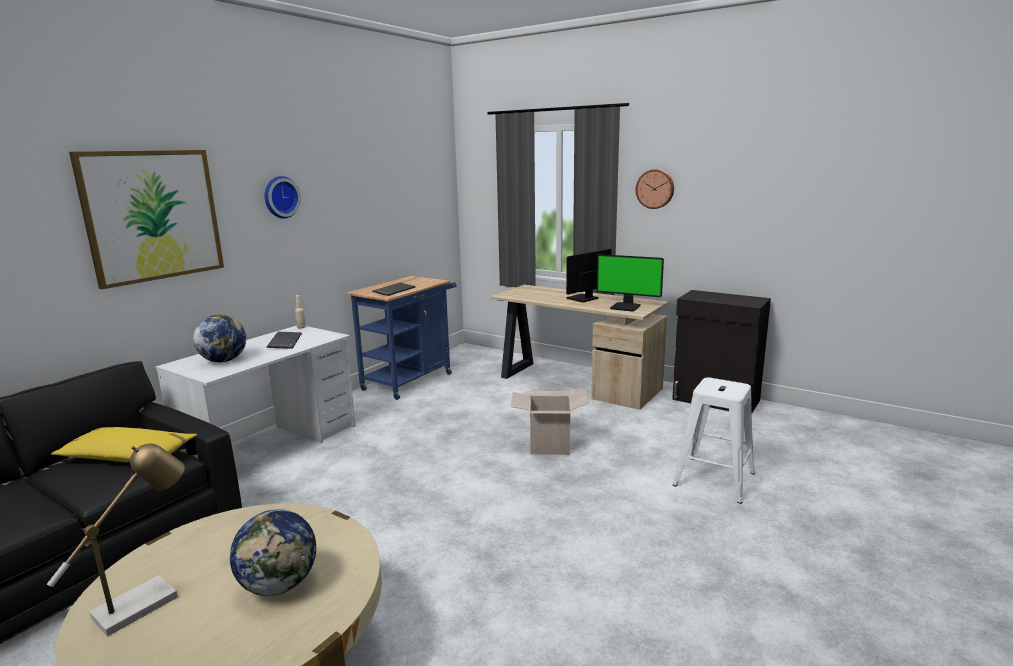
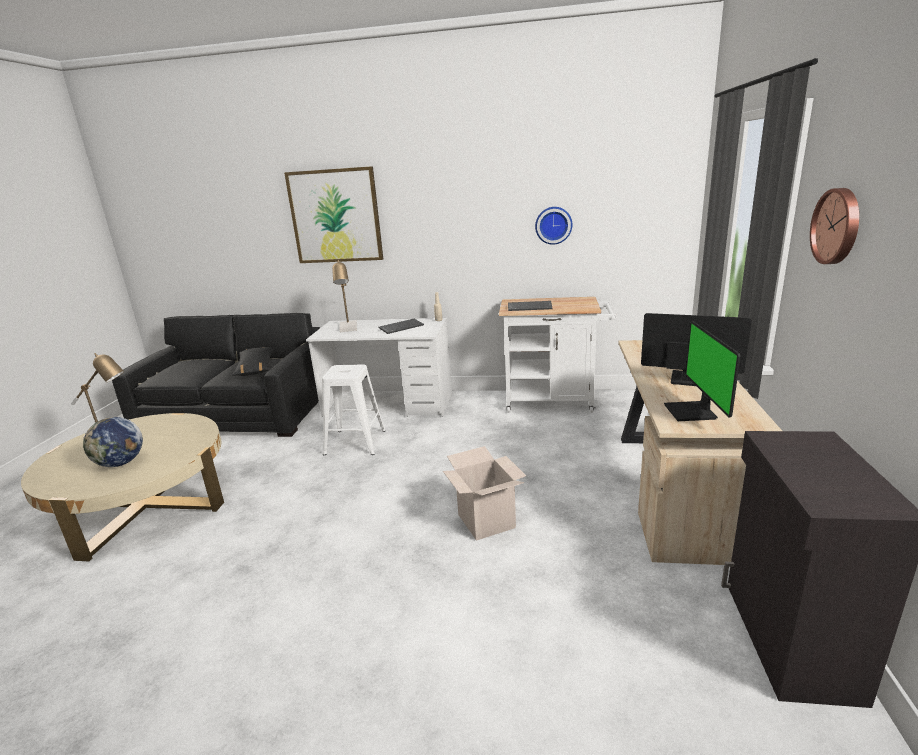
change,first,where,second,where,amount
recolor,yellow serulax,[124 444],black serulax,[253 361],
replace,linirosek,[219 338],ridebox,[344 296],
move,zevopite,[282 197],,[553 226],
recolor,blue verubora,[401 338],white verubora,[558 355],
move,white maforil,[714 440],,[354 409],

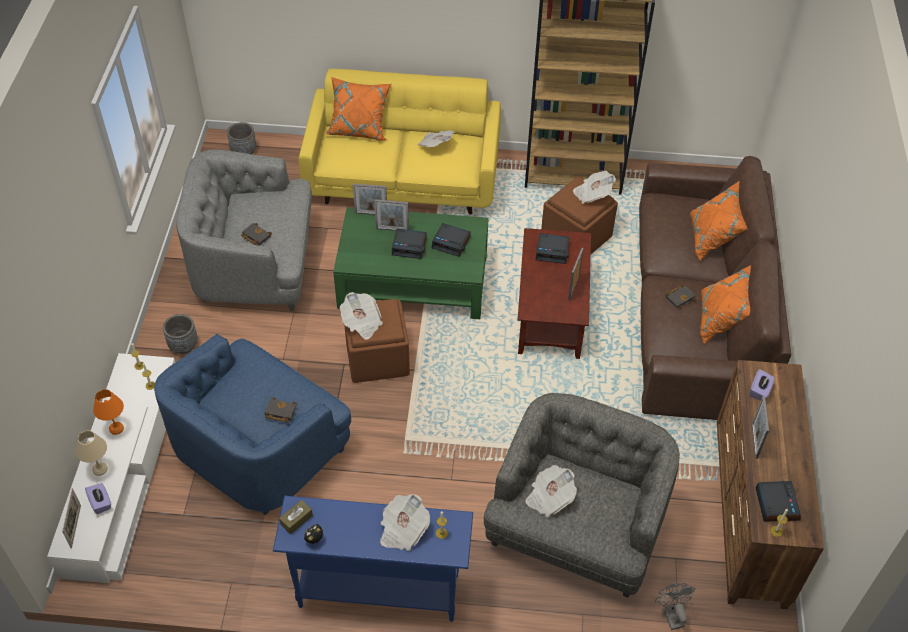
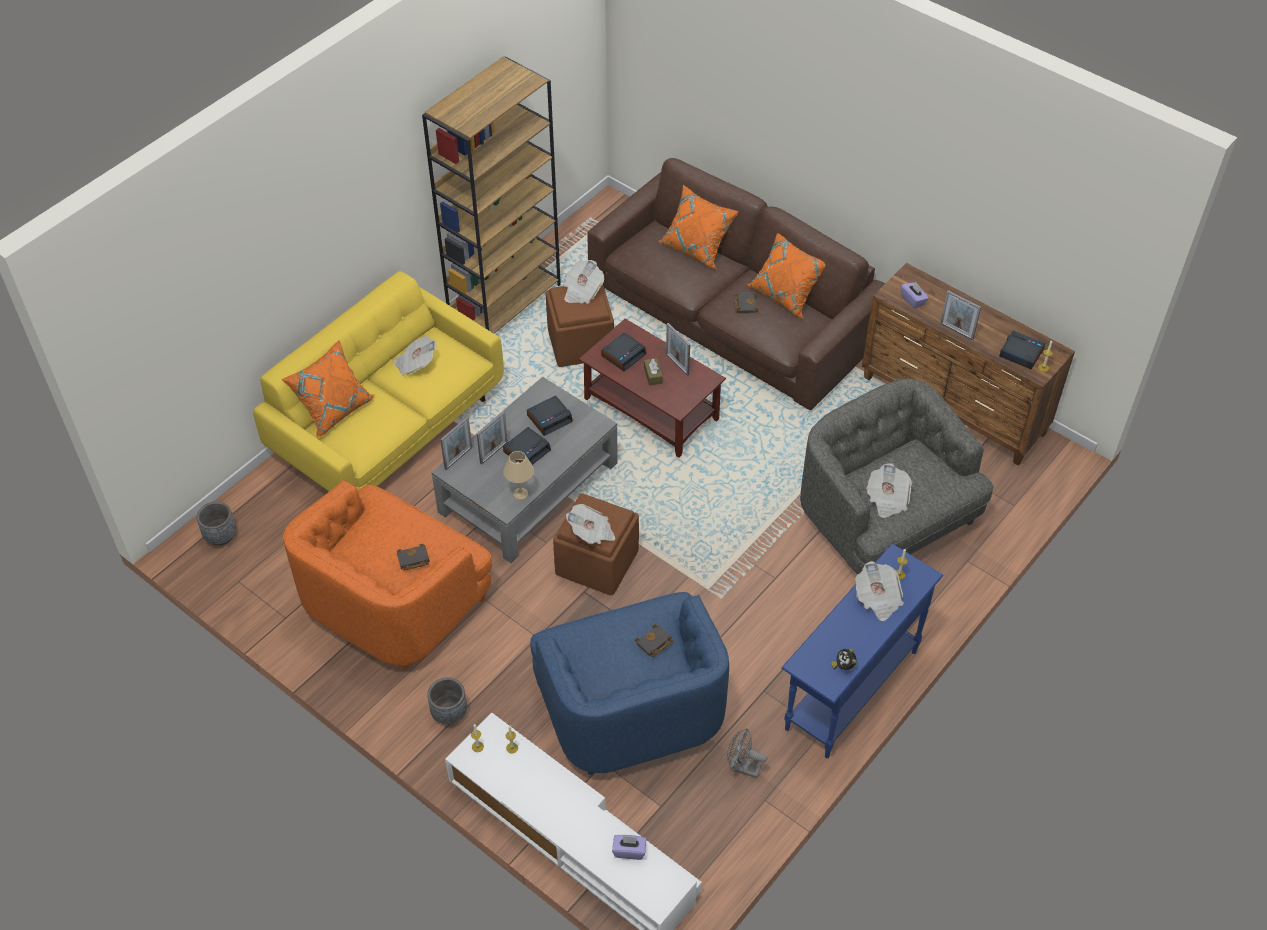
change,first,where,second,where,amount
delete,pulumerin,[71 518],,,
move,beige ridebox,[92 453],,[518 476],
delete,orange ridebox,[108 412],,,
recolor,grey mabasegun,[244 230],orange mabasegun,[387 575],
move,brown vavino,[296 517],,[653 372],
recolor,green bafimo,[411 263],grey bafimo,[525 470],
move,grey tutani,[675 606],,[747 753],

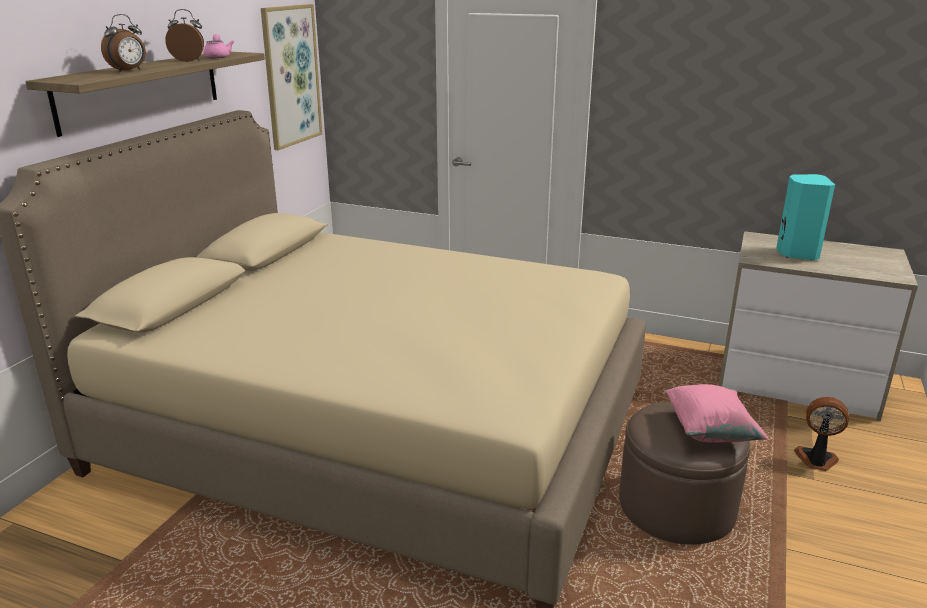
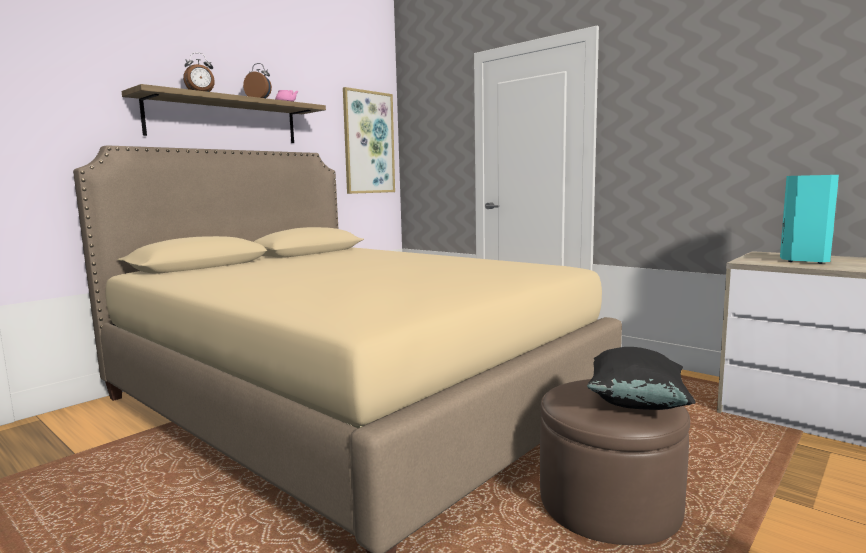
change,first,where,second,where,amount
recolor,pink serulax,[716 413],black serulax,[641 378],
delete,tutani,[821 434],,,

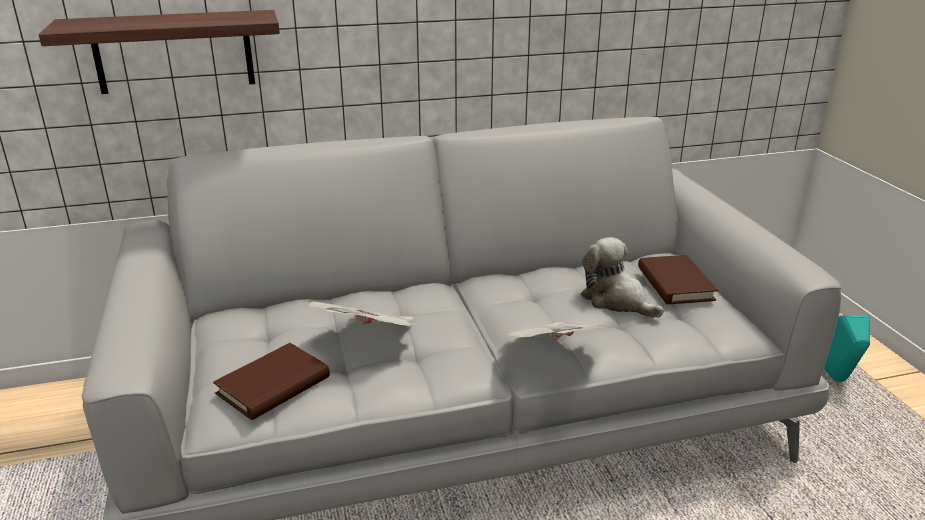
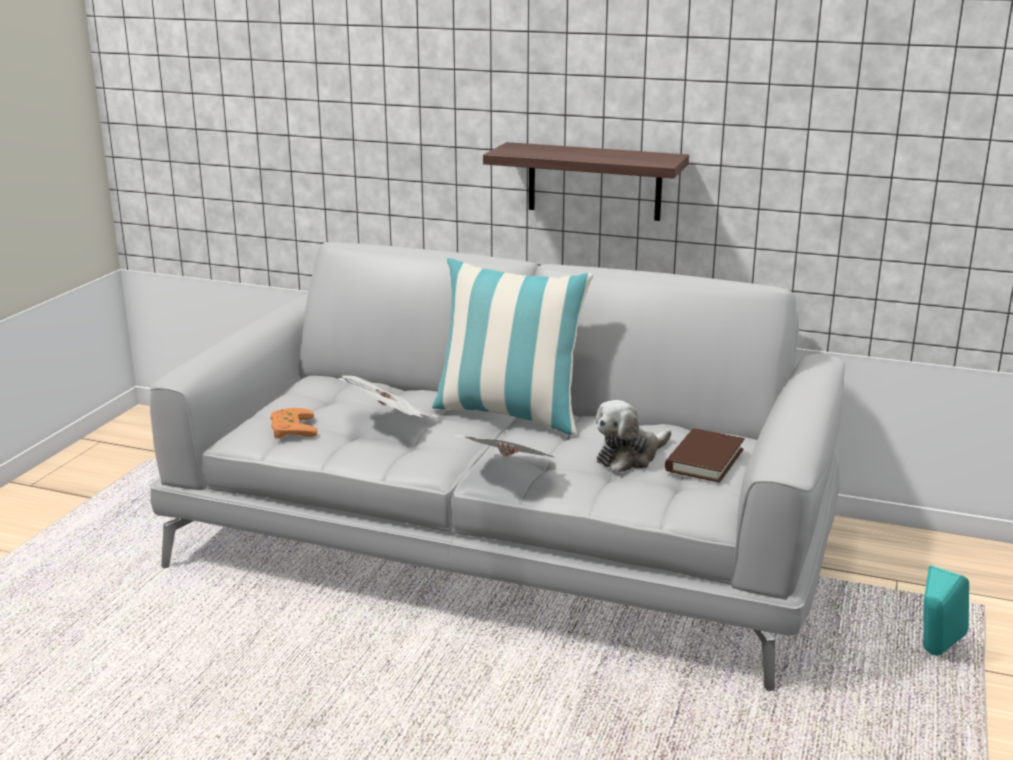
change,first,where,second,where,amount
move,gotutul,[159 52],,[586 181],
replace,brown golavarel,[271 381],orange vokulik,[293 423],
rotate,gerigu,[622 277],,[633 436],120 degrees counterclockwise
insert,,,serulax,[512 346],

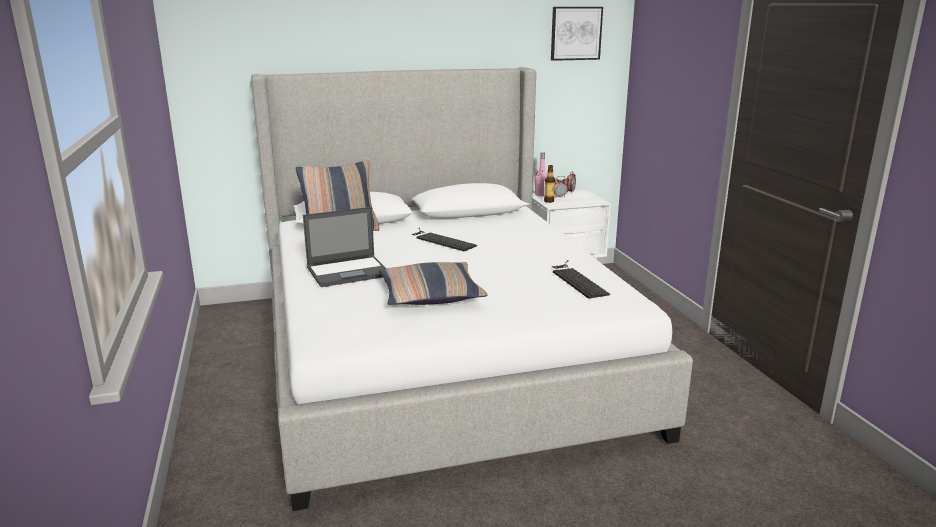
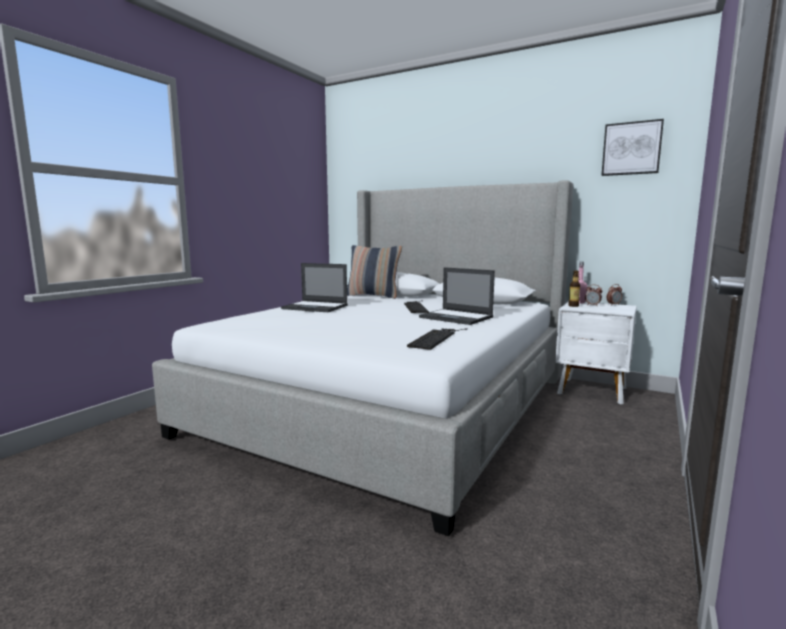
change,first,where,second,where,amount
delete,serulax,[433 283],,,
insert,,,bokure,[457 296],

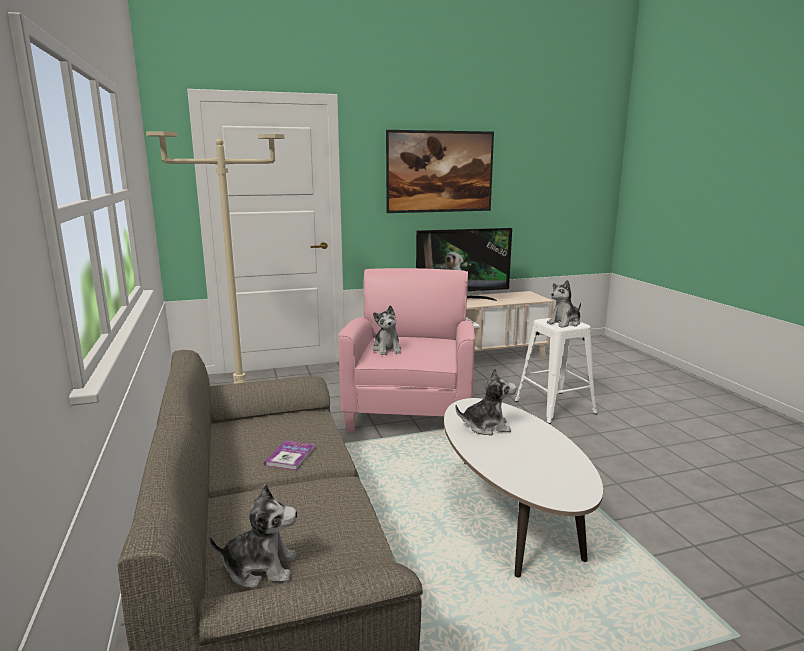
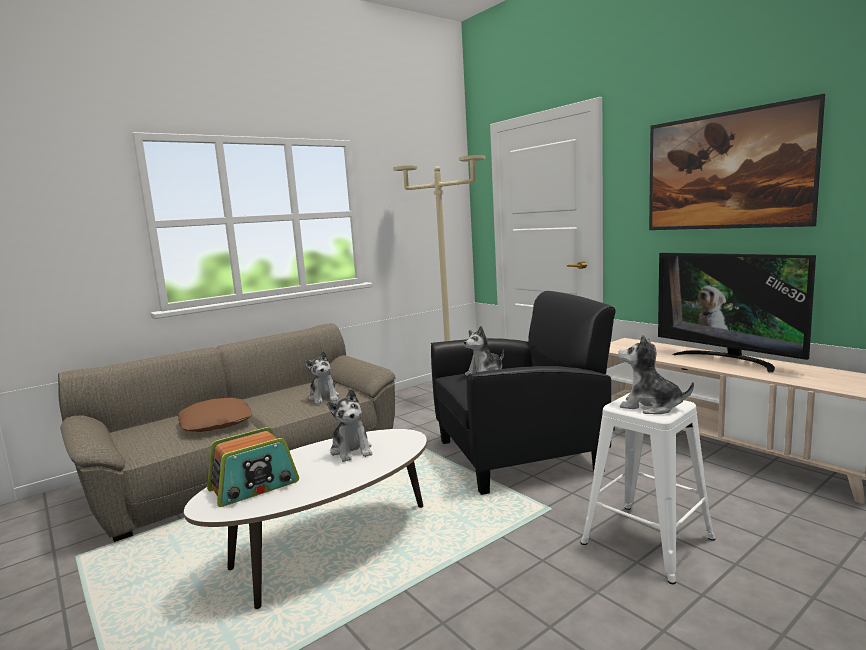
change,first,where,second,where,amount
move,gerigu,[253 536],,[322 377],
delete,golavarel,[289 455],,,
recolor,pink mabasegun,[406 350],black mabasegun,[523 393],
insert,,,brown serulax,[215 415],
insert,,,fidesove,[253 467],

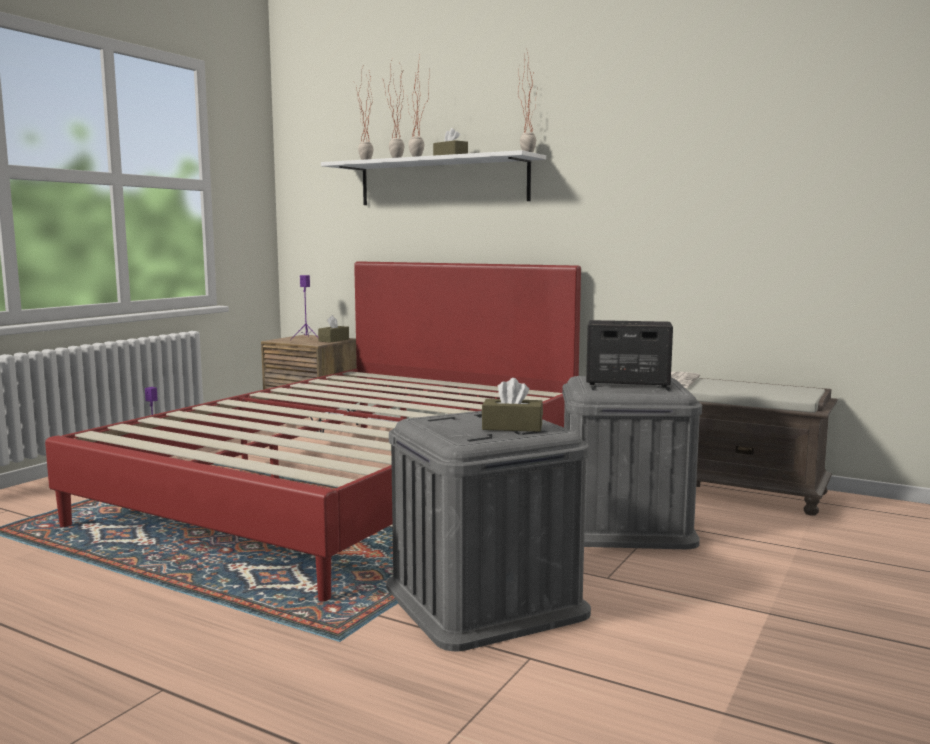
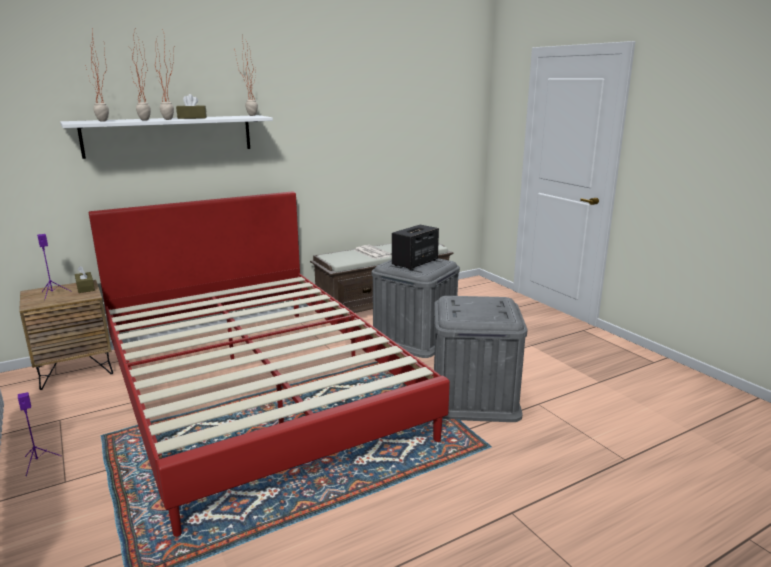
change,first,where,second,where,amount
delete,brown vavino,[512 405],,,

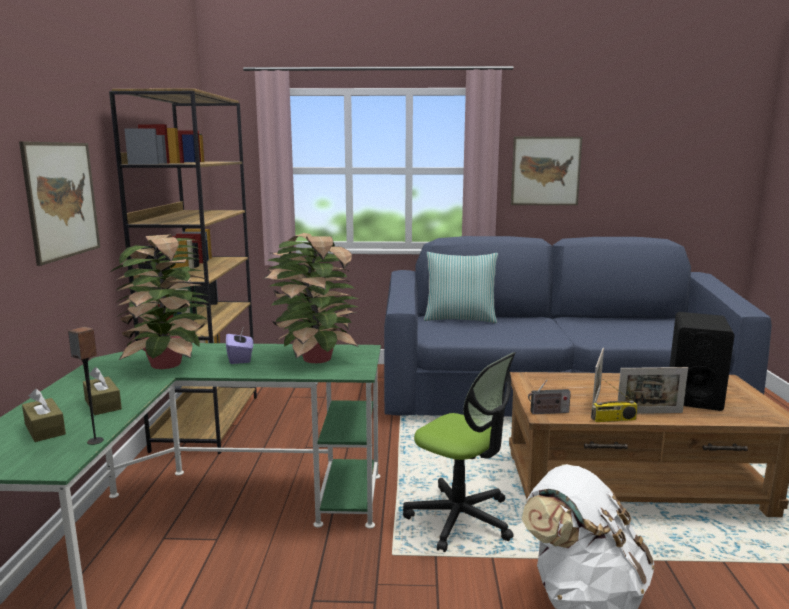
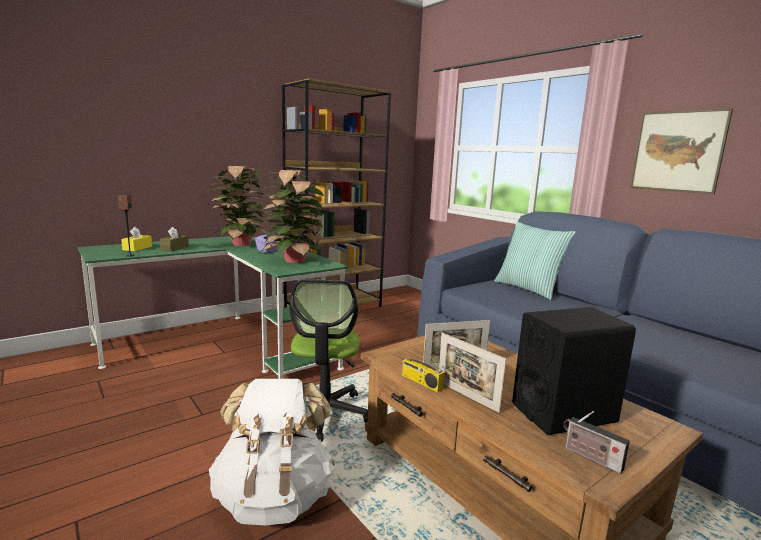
change,first,where,second,where,amount
delete,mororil,[59 203],,,
recolor,brown vavino,[44 415],yellow vavino,[136 239],
move,fidesove,[549 397],,[597 442],

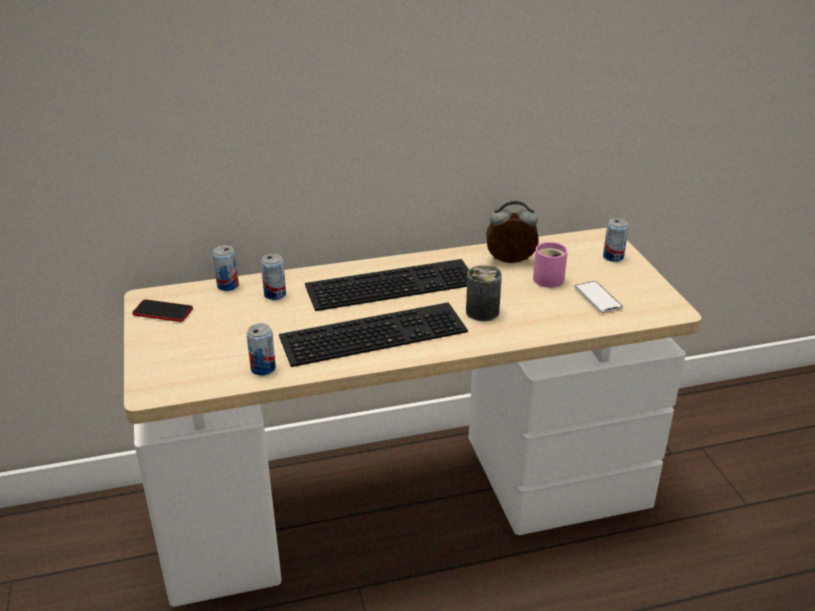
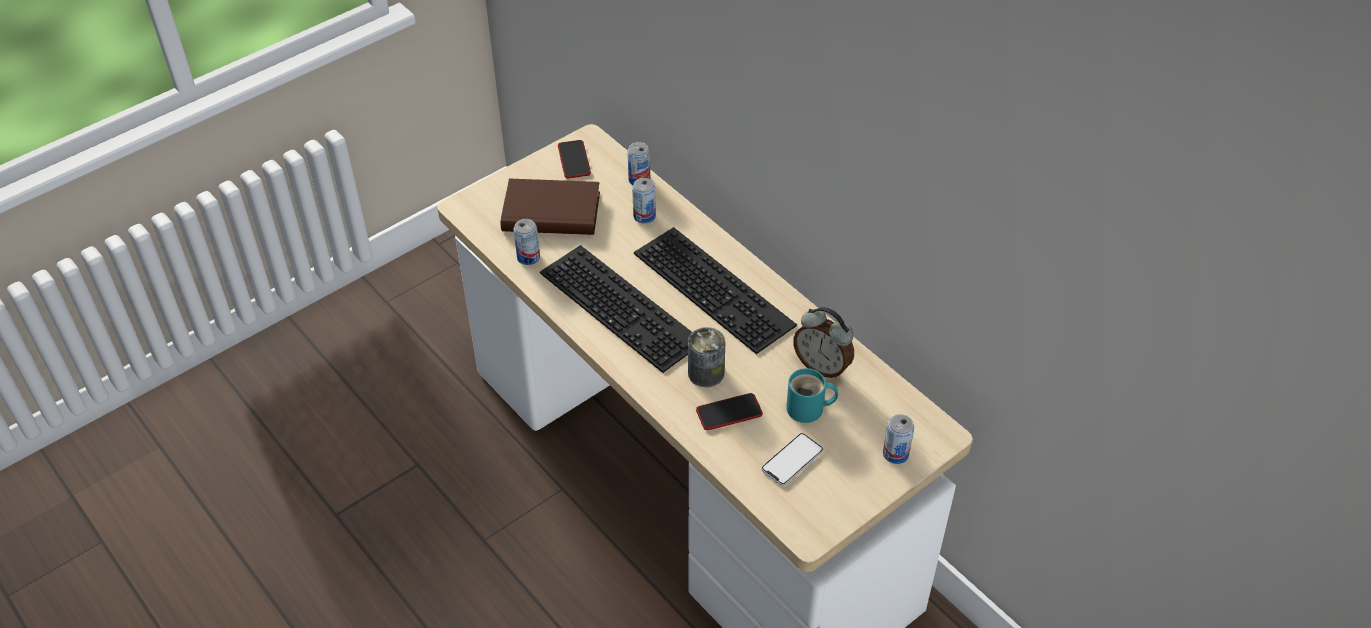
change,first,where,second,where,amount
rotate,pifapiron,[512 232],,[823 343],150 degrees clockwise
recolor,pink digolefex,[550 265],turquoise digolefex,[812 395],
insert,,,brown golavarel,[550 207],
insert,,,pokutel,[729 411],

